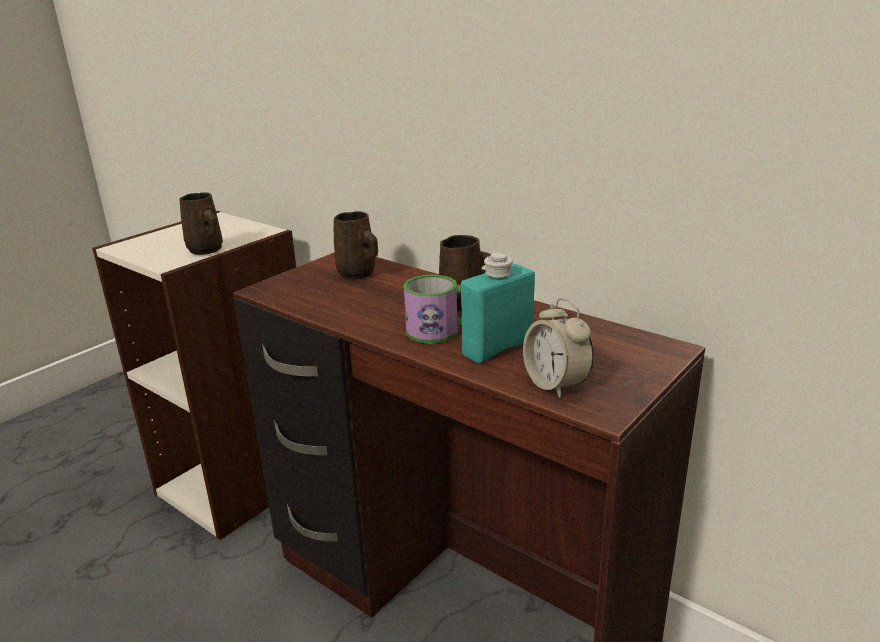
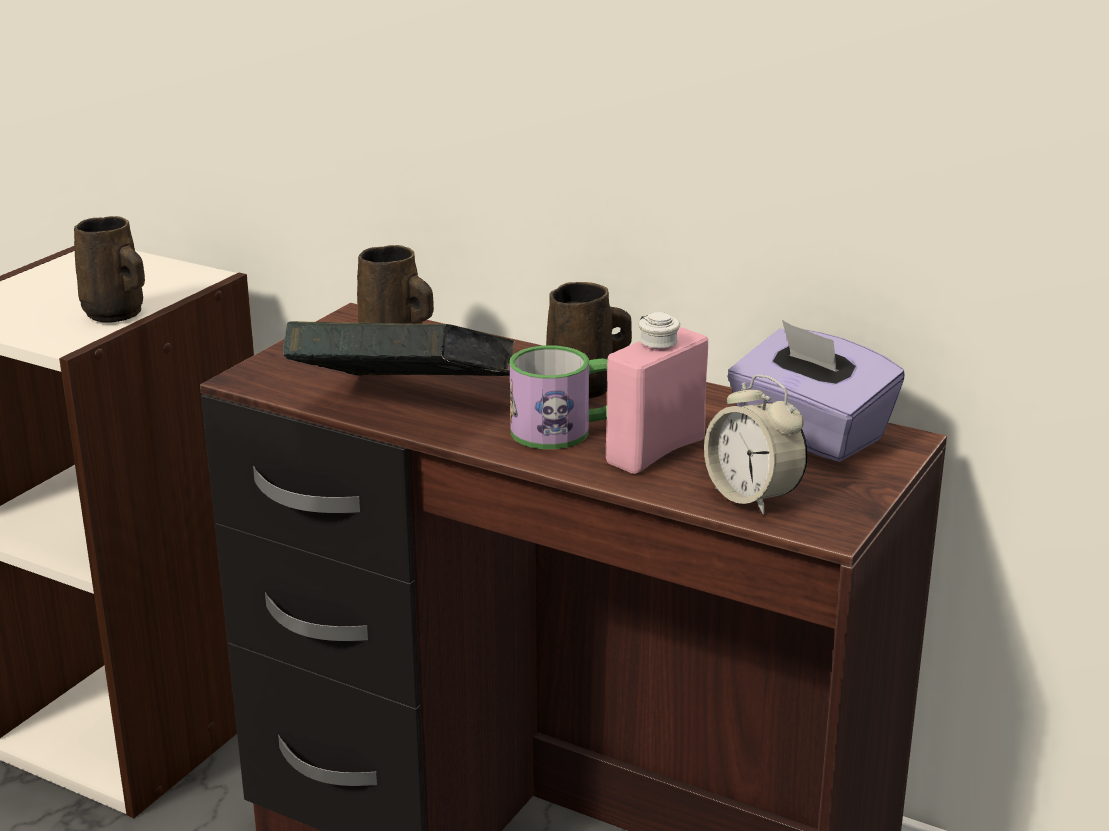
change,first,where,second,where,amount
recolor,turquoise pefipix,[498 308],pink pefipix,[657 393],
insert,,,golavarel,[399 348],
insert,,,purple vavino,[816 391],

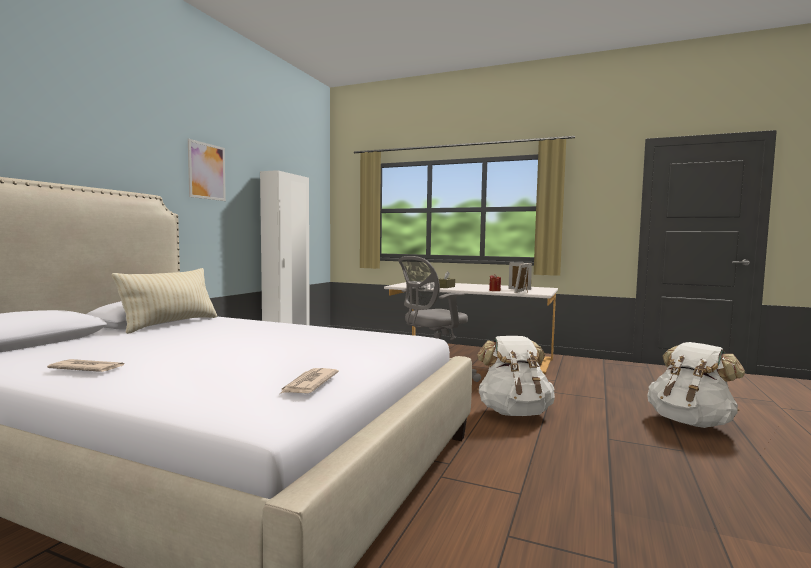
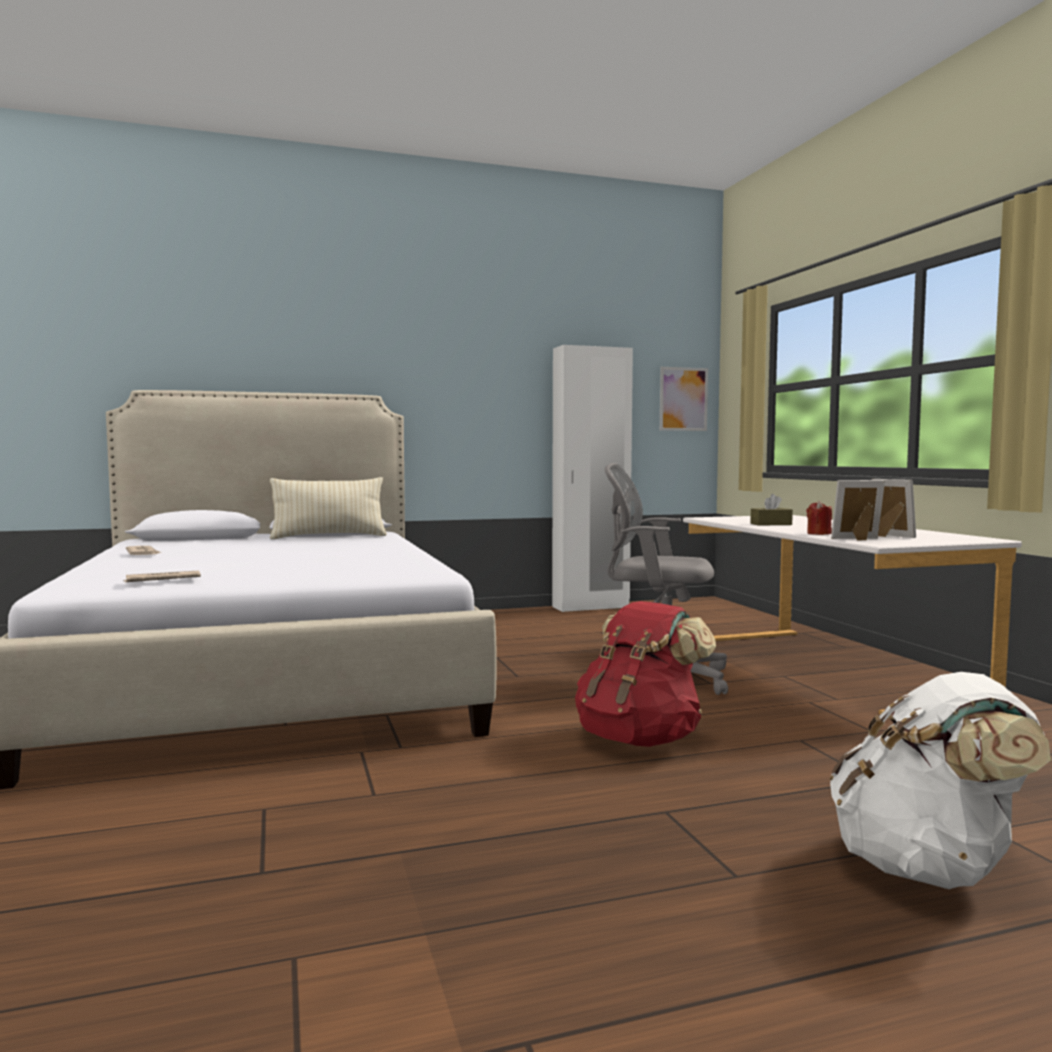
change,first,where,second,where,amount
move,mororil,[207 170],,[684 399],
recolor,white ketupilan,[516 376],red ketupilan,[645 674],

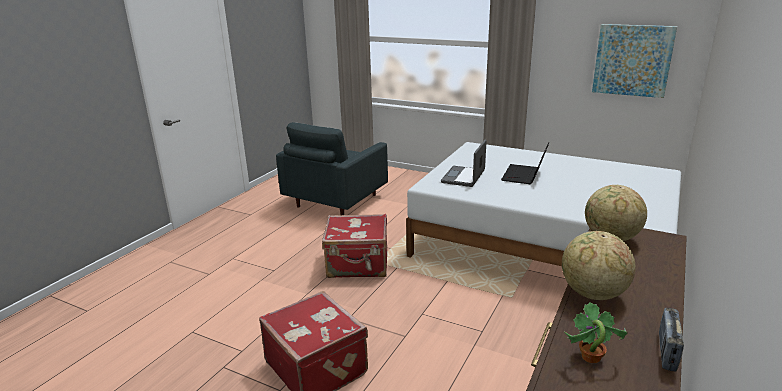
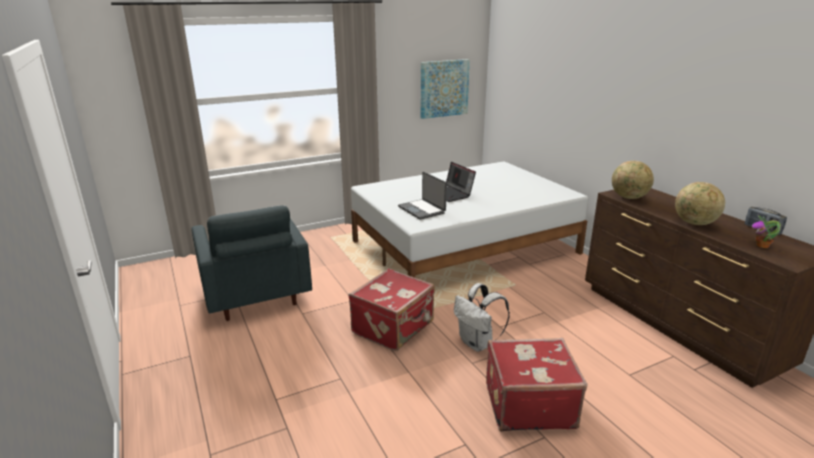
change,first,where,second,where,amount
insert,,,white ketupilan,[482 317],

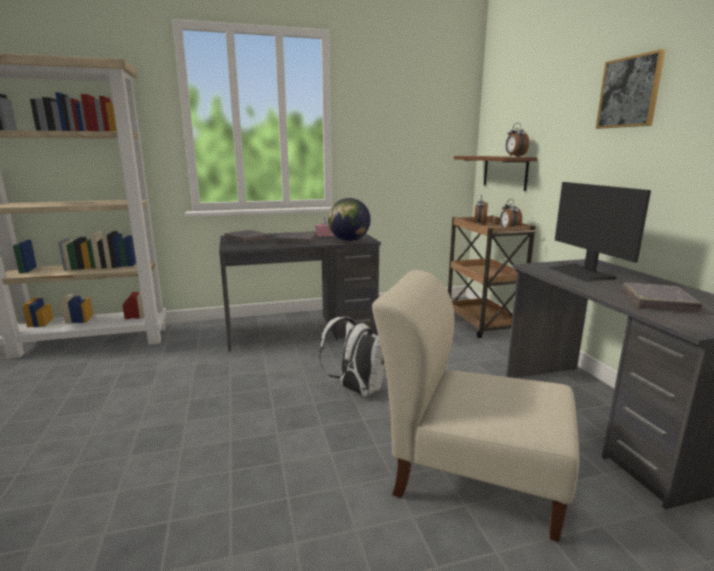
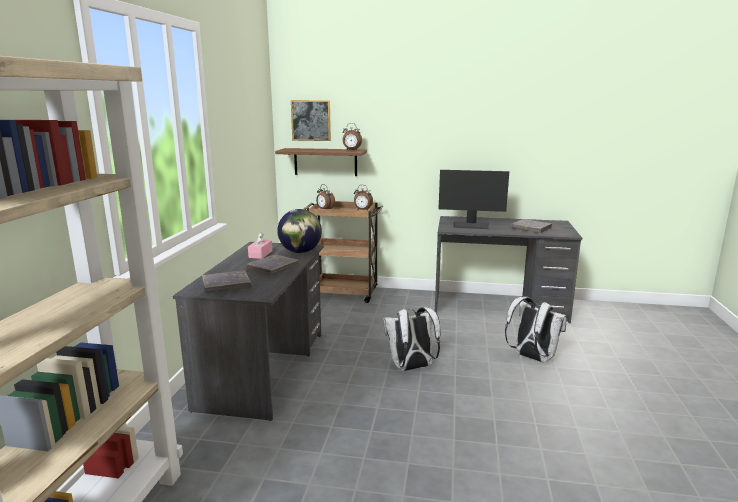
change,first,where,second,where,amount
replace,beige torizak,[475 406],white ketupilan,[536 329],
move,mororil,[631 89],,[311 120],

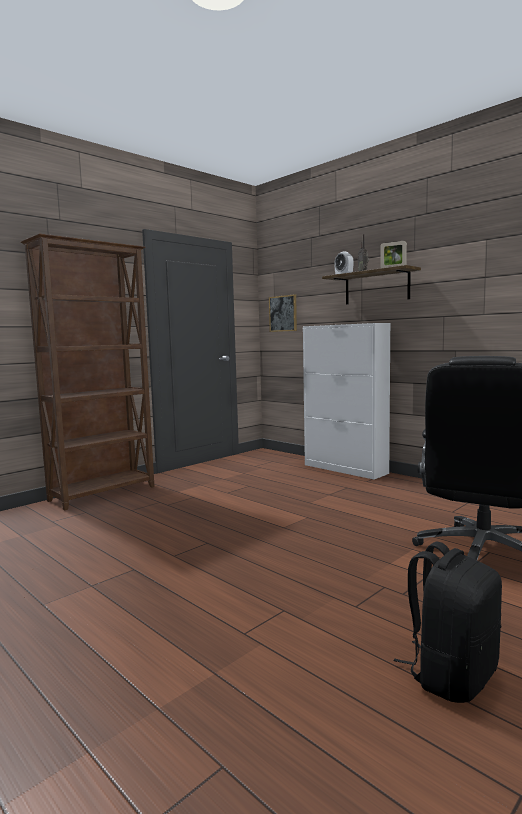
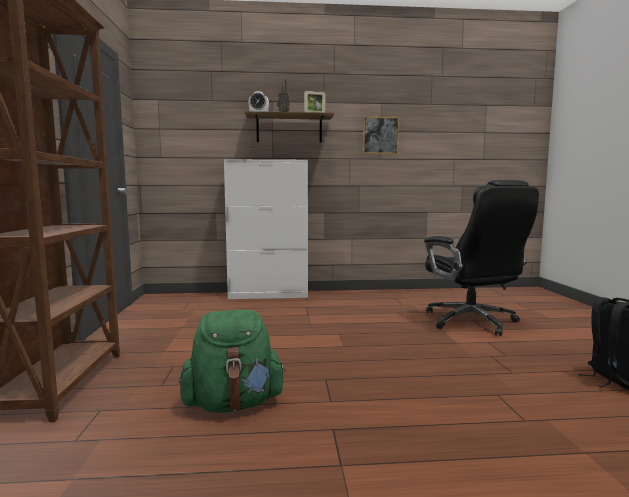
change,first,where,second,where,amount
move,mororil,[283 313],,[381 135],
insert,,,green ketupilan,[232 361],

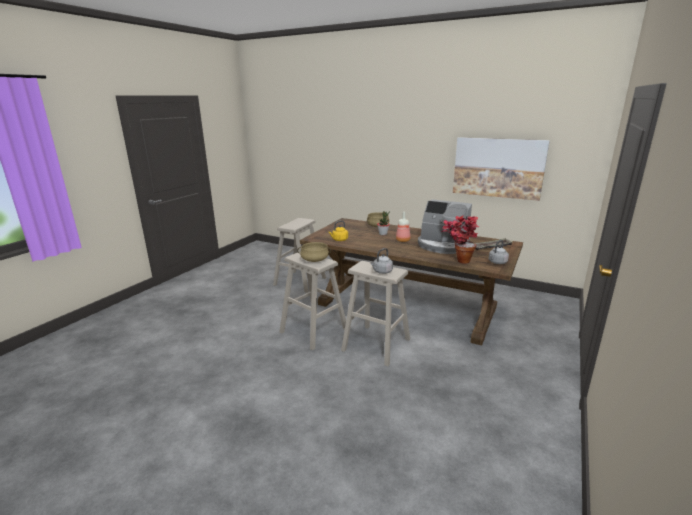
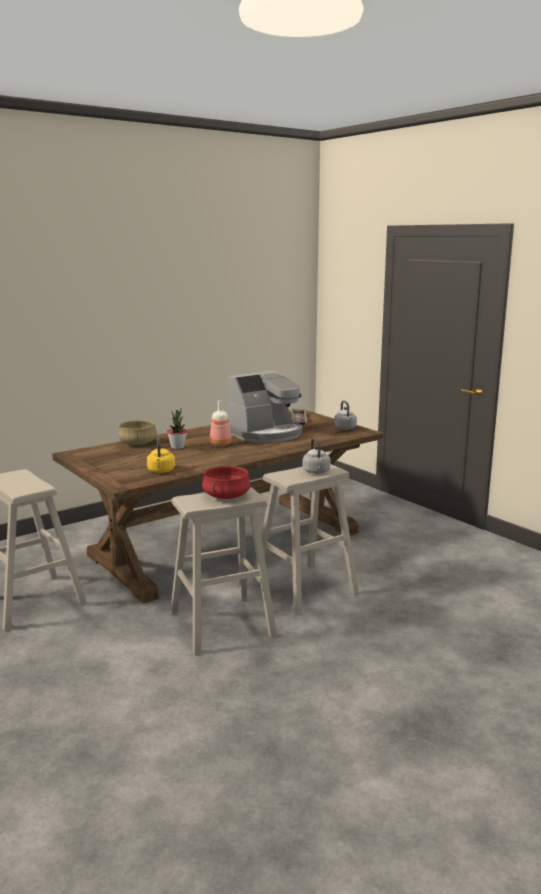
change,first,where,second,where,amount
recolor,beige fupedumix,[314 252],red fupedumix,[226 482],
delete,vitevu,[460 240],,,
delete,mororil,[501 169],,,

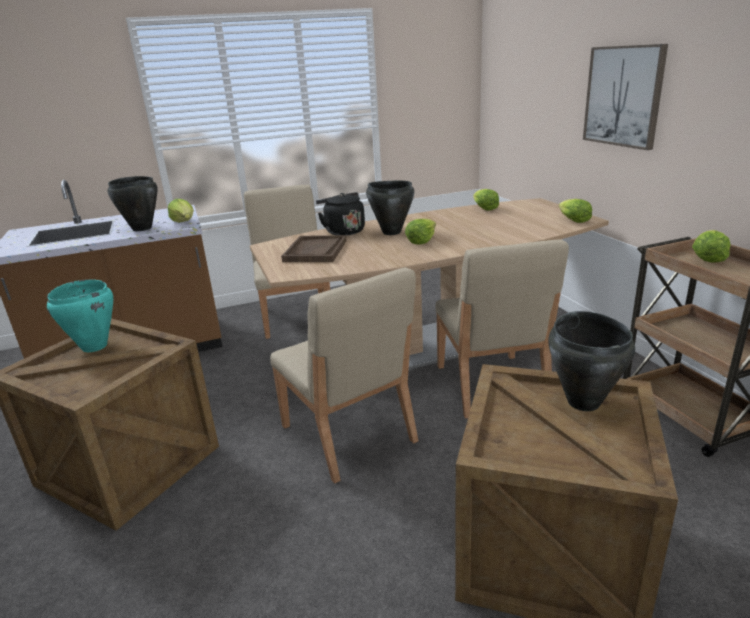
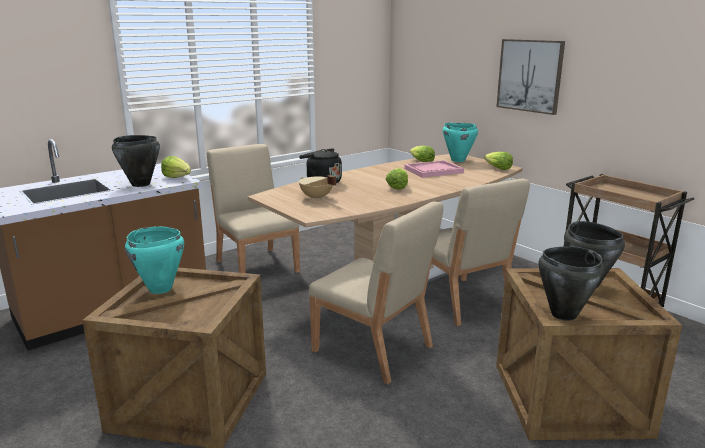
change,first,where,second,where,amount
replace,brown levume,[314 248],beige fupedumix,[317 187],
move,black fupedumix,[390 208],,[571 283],
delete,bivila,[711 246],,,
insert,,,pink levume,[434 169],
insert,,,turquoise fupedumix,[460 142],

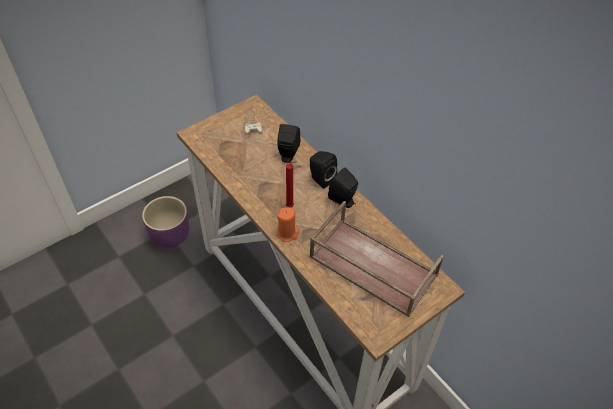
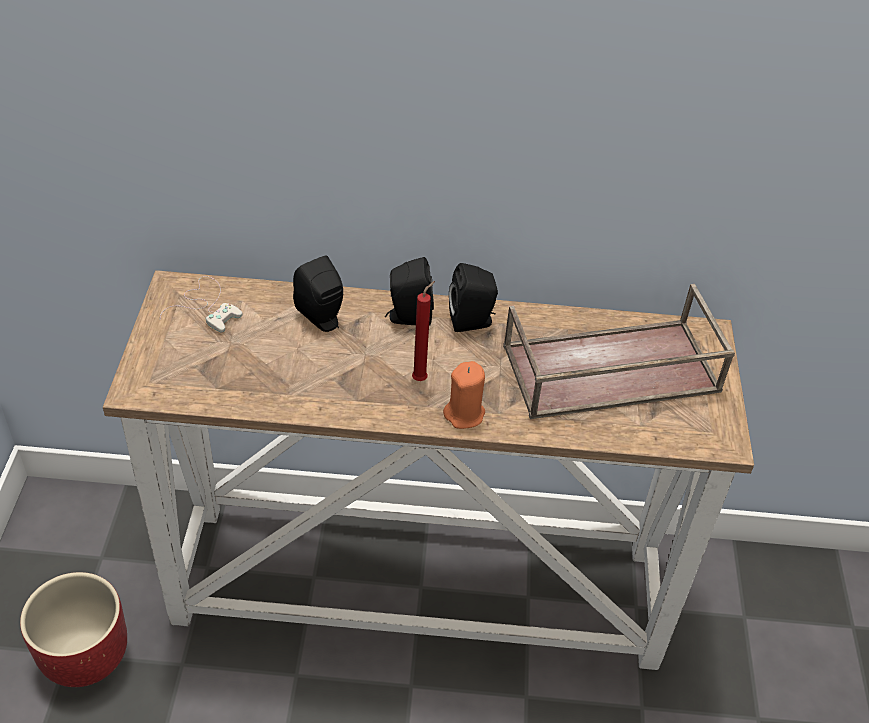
change,first,where,second,where,amount
recolor,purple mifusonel,[166 222],red mifusonel,[73 629],

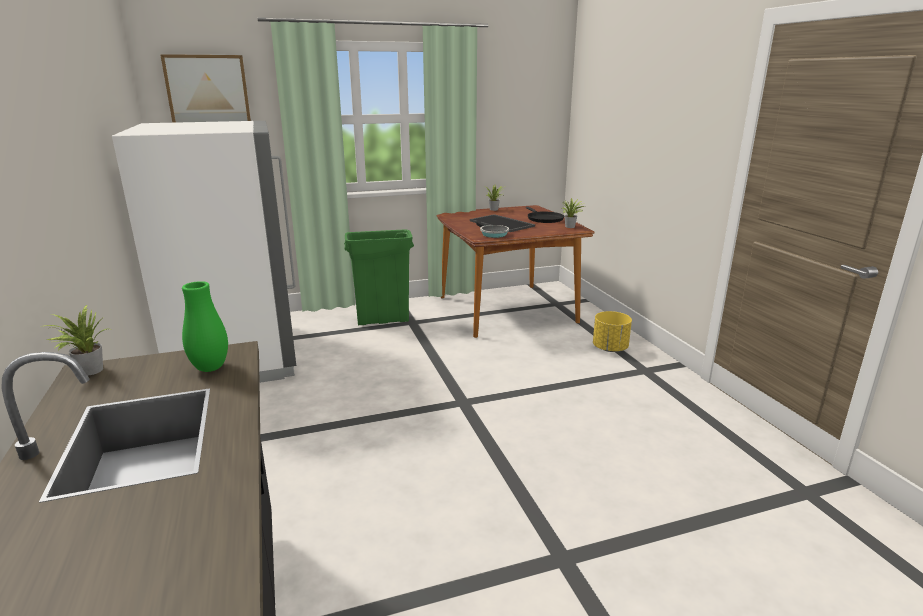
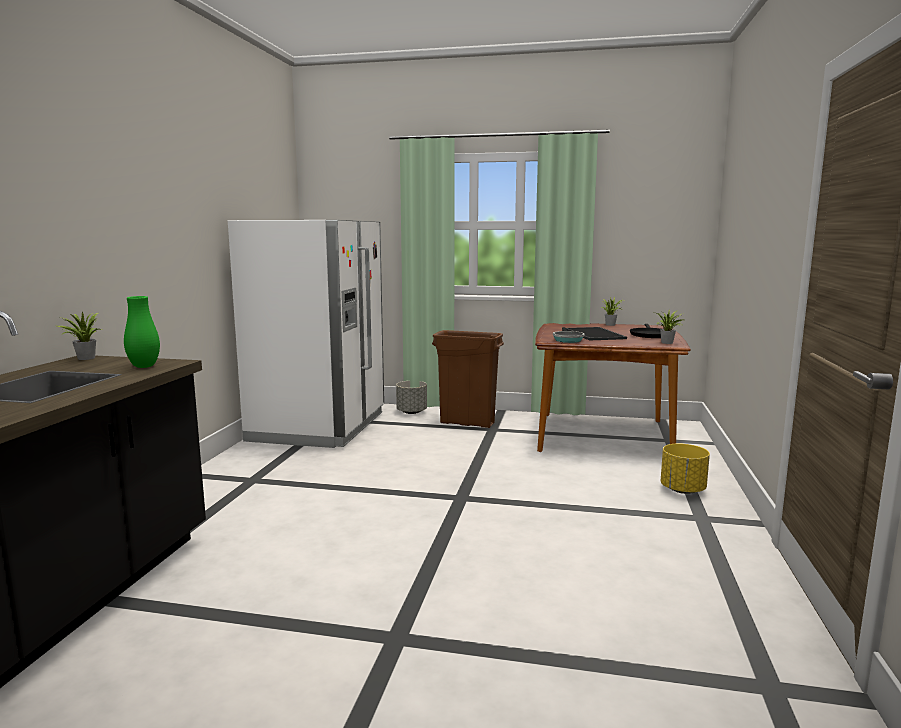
change,first,where,second,where,amount
delete,mororil,[205 88],,,
recolor,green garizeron,[379 277],brown garizeron,[468 379],
insert,,,grey mifusonel,[411 397],

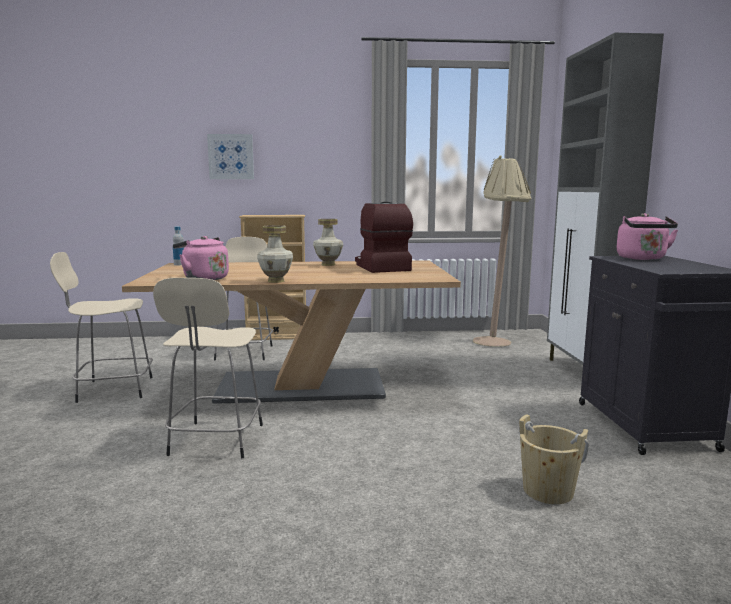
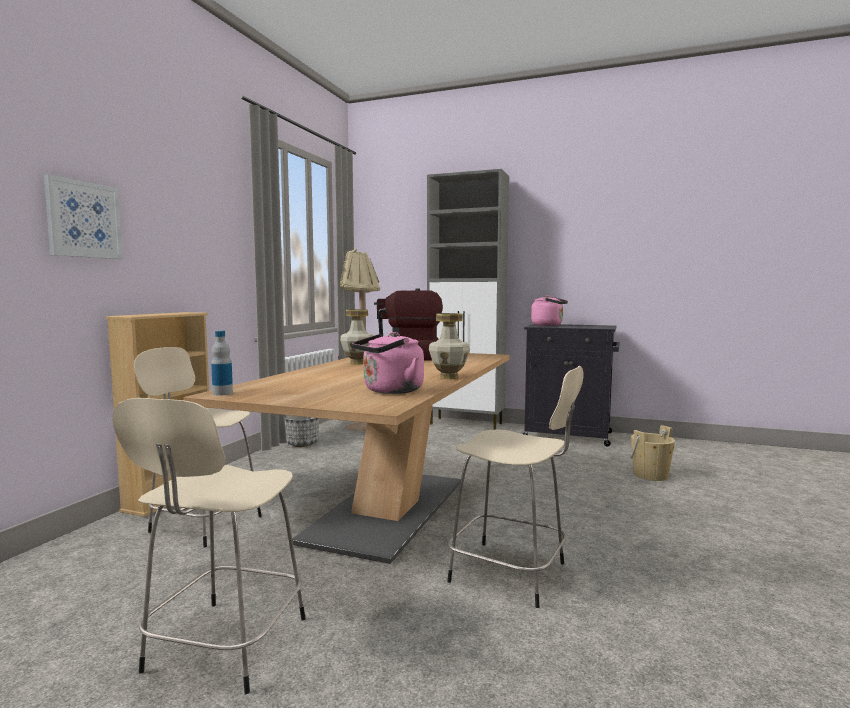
change,first,where,second,where,amount
insert,,,mifusonel,[301 431],

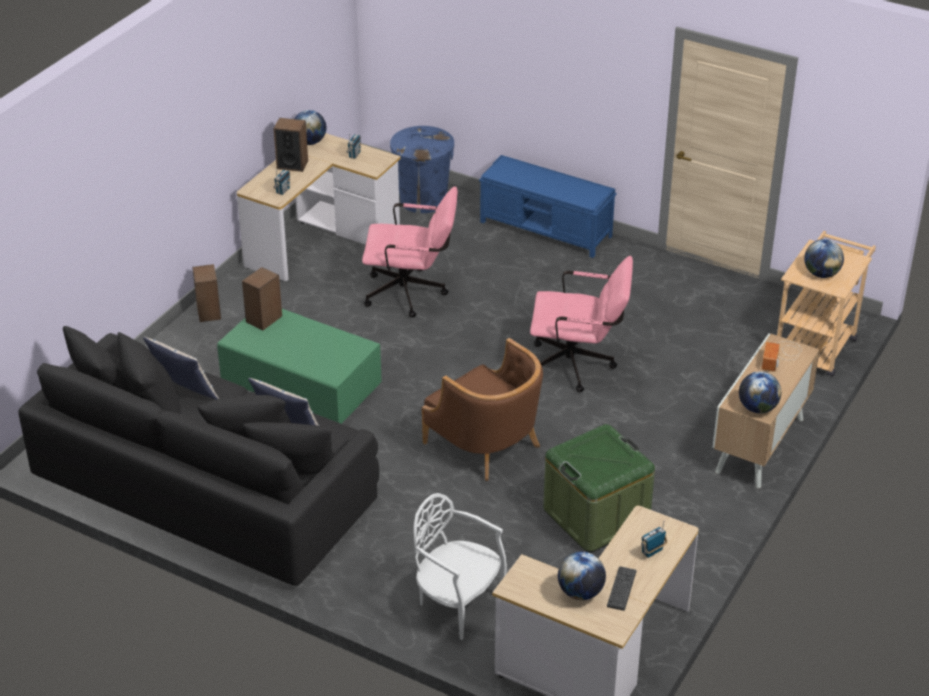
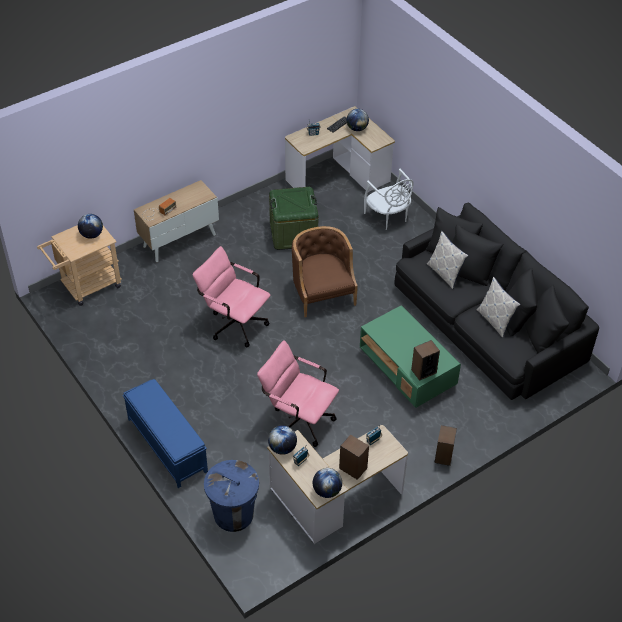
change,first,where,second,where,amount
move,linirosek,[760 392],,[282 440],

